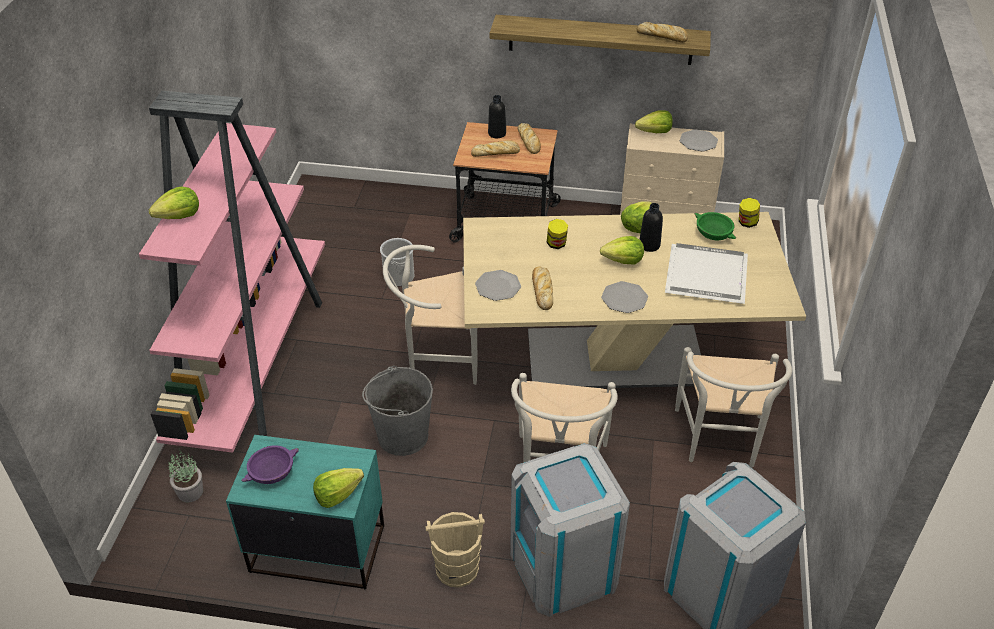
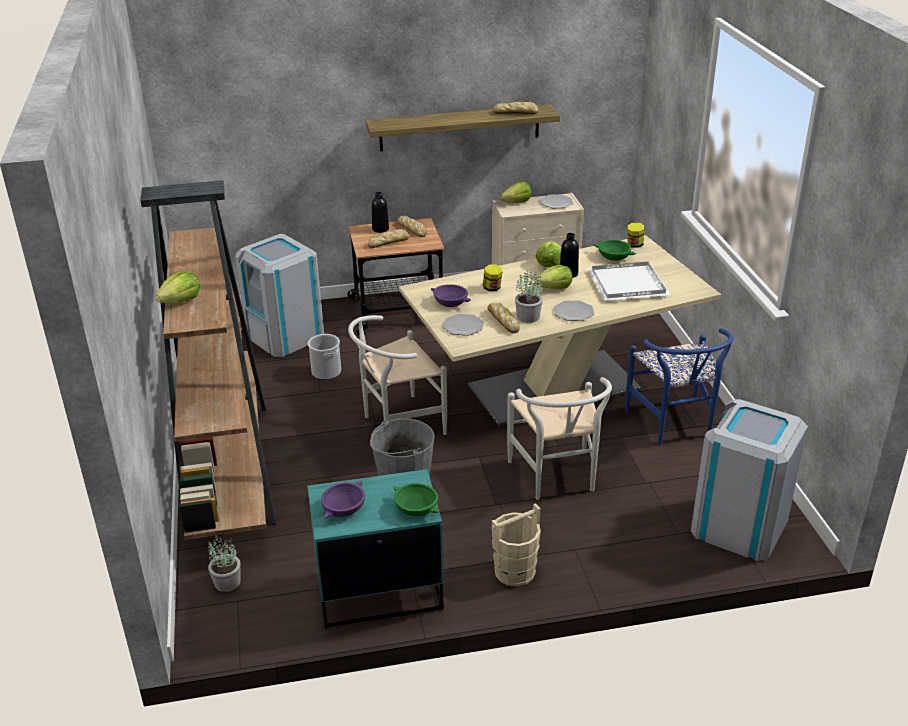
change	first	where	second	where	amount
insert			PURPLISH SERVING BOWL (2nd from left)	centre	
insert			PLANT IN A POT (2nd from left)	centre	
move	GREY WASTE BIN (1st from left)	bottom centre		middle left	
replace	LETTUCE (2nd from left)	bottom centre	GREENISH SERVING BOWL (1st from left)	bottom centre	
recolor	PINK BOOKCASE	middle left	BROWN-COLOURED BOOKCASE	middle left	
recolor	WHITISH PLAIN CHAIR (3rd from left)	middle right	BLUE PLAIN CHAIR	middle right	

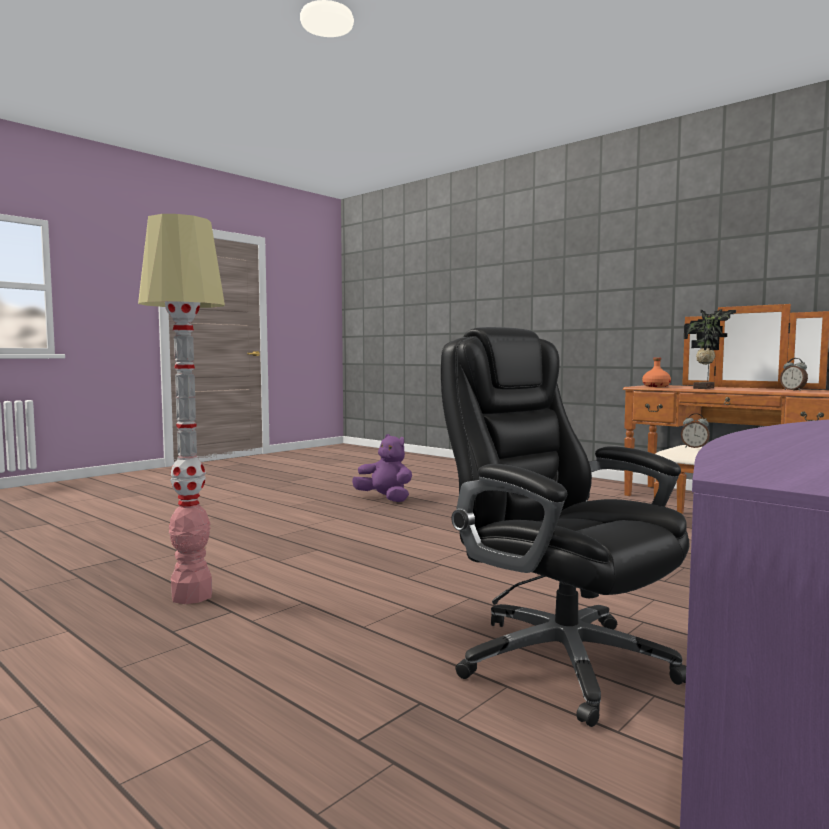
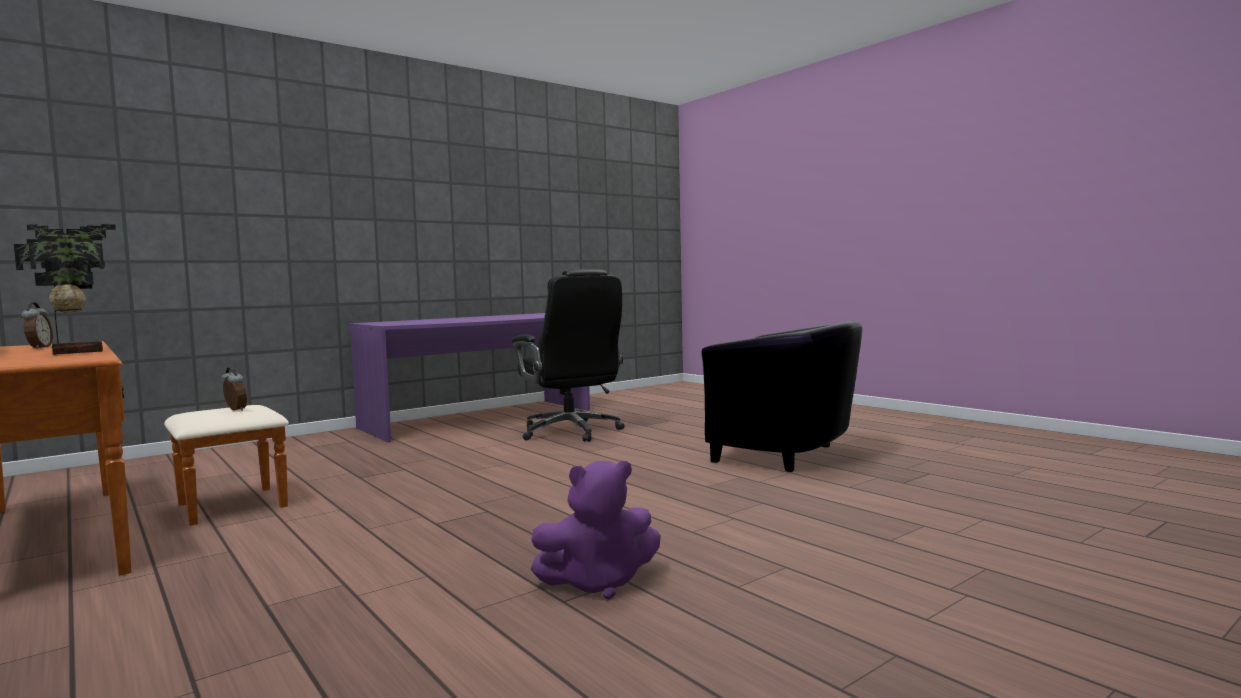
change	first	where	second	where	amount
delete	ORANGEY BEVERAGE BOTTLE	middle right			
replace	FLOOR LAMP	middle left	BLACK ARMCHAIR	centre	
rotate	PURPLISH SOFT TOY	centre		bottom centre	60 degrees counterclockwise

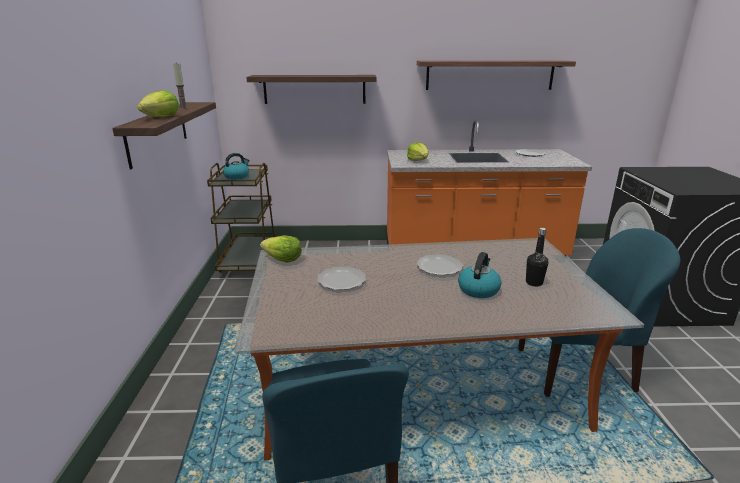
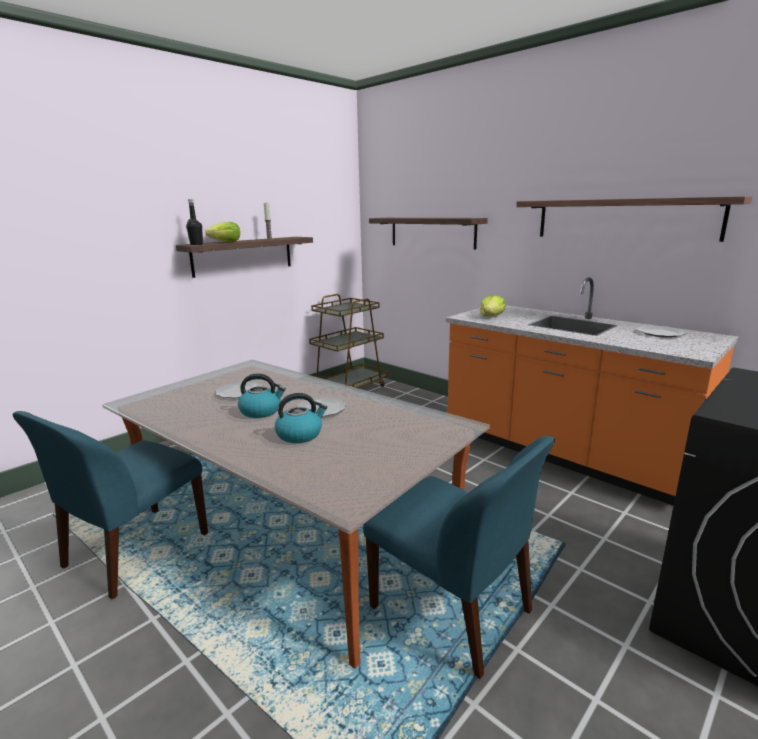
change	first	where	second	where	amount
delete	LETTUCE (2nd from left)	centre			
move	KETTLE (1st from left)	middle left		centre	
move	BLACK BEVERAGE BOTTLE	middle right		top left	

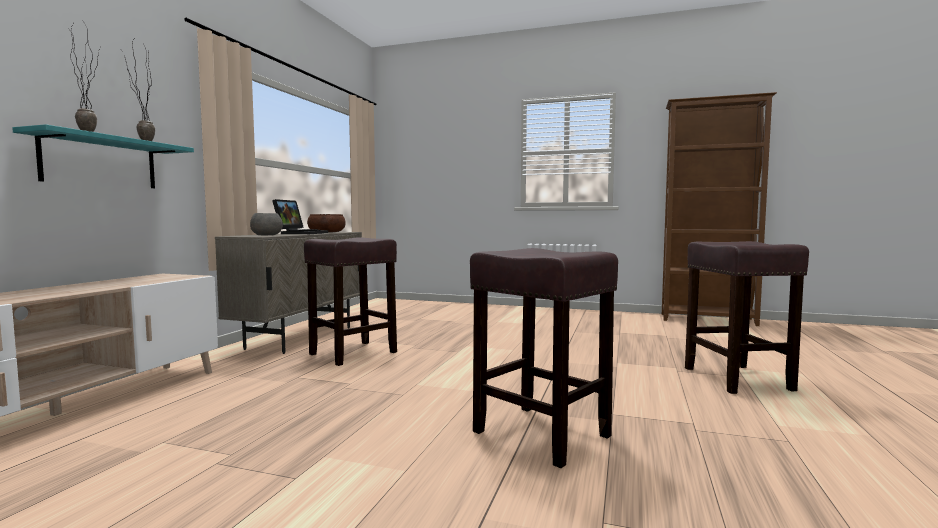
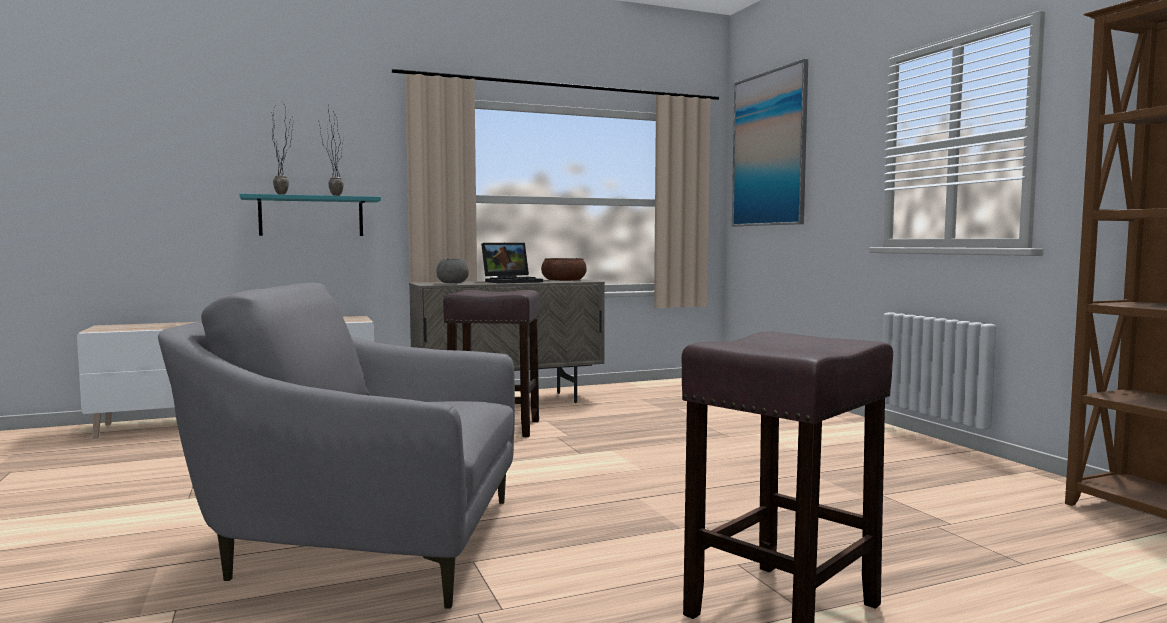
change	first	where	second	where	amount
insert			WALL PICTURE	top centre	
replace	BROWN-COLOURED SITTING STOOL (2nd from left)	bottom centre	GREY ARMCHAIR	bottom left	

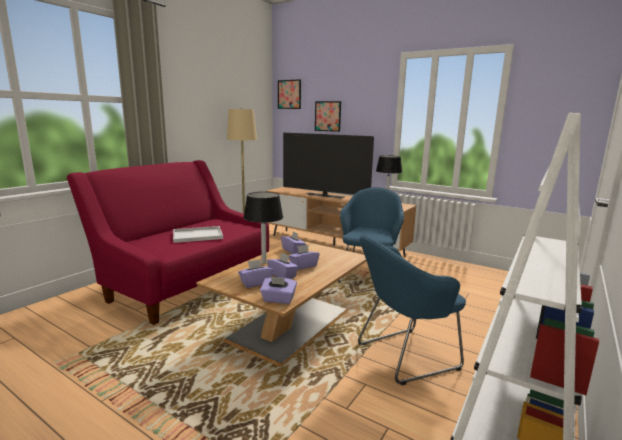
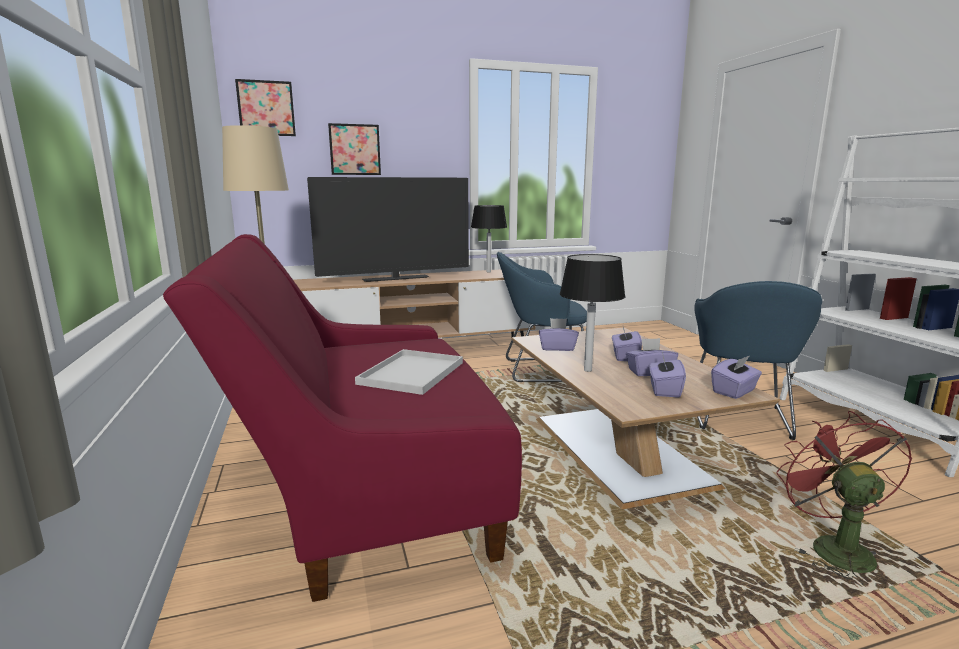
change	first	where	second	where	amount
insert			RED-COLOURED COOLING FAN	bottom right	
rotate	BLUE ARMCHAIR (1st from left)	centre		centre	60 degrees counterclockwise

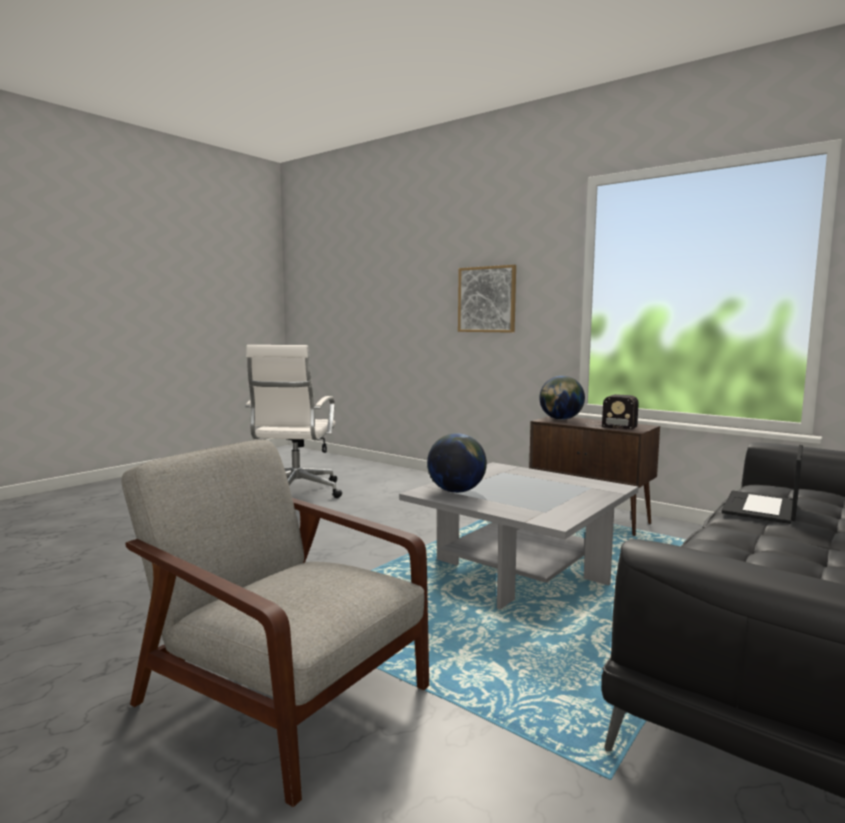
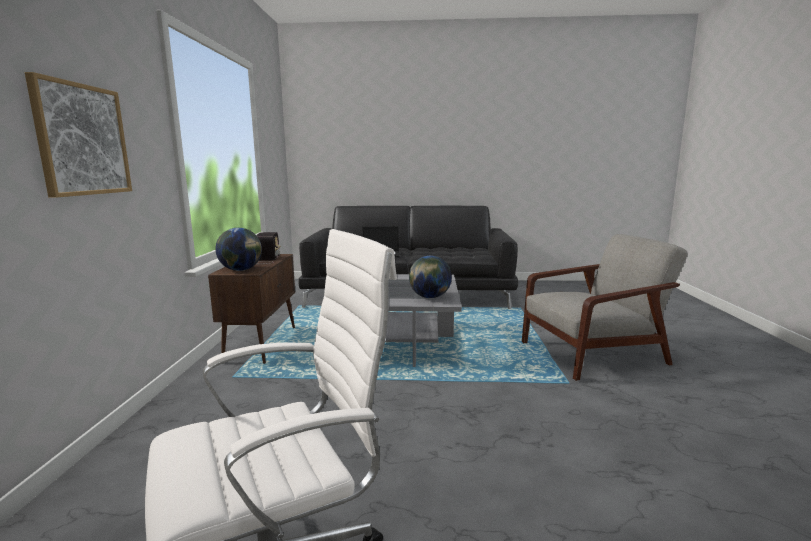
change	first	where	second	where	amount
rotate	GREY ARMCHAIR	bottom left		middle right	105 degrees counterclockwise

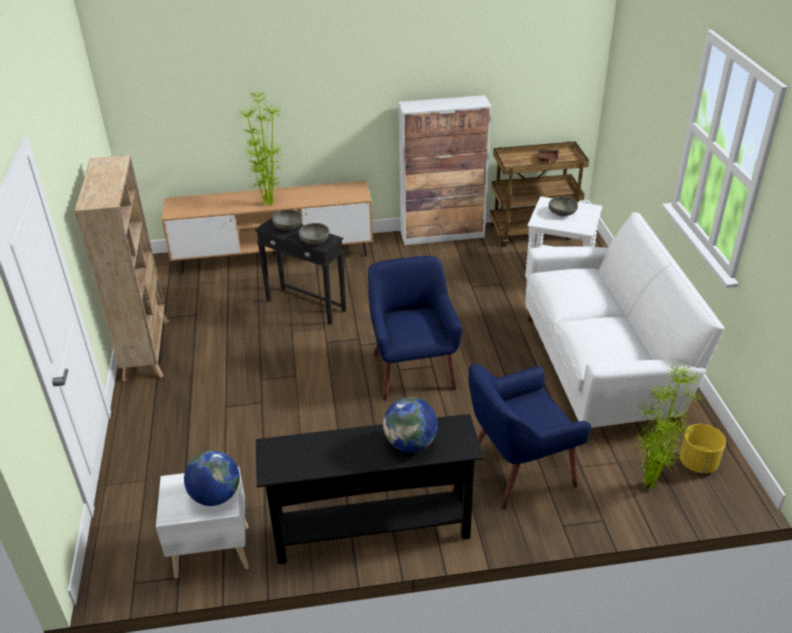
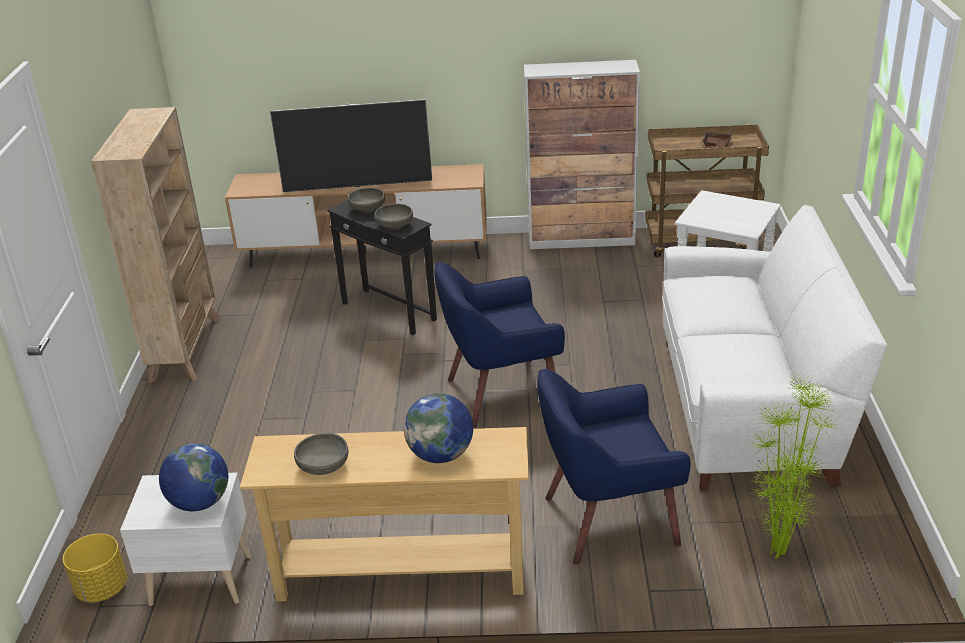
change	first	where	second	where	amount
move	GREY SERVING BOWL (3rd from left in the first image)	top right	GREY SERVING BOWL (1st from left)	bottom left	
move	YELLOW-COLOURED PLANT POT	bottom right		bottom left	
replace	PLANT IN A POT (1st from left)	top left	TV	top centre	
recolor	BLACK HALL TABLE	bottom centre	BEIGE-COLOURED HALL TABLE	bottom centre	
rotate	BLUE ARMCHAIR (1st from left)	centre		centre	105 degrees counterclockwise

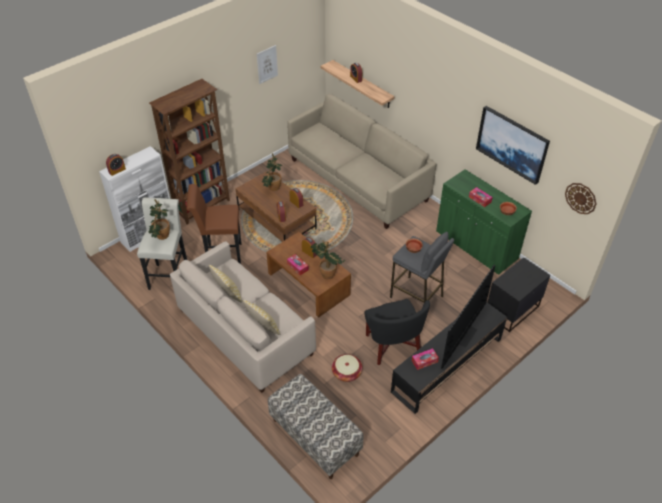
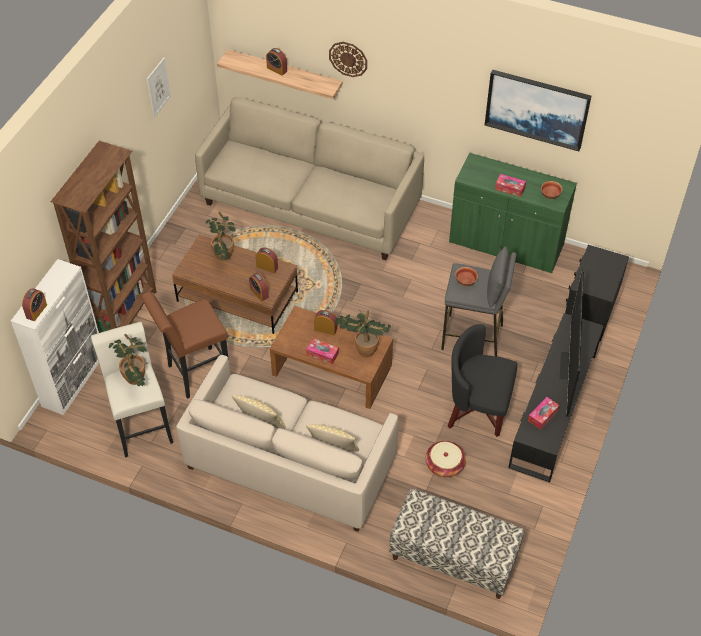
change	first	where	second	where	amount
move	WALL CLOCK	middle right		top centre	
rotate	BLACK ARMCHAIR	centre		middle right	150 degrees clockwise

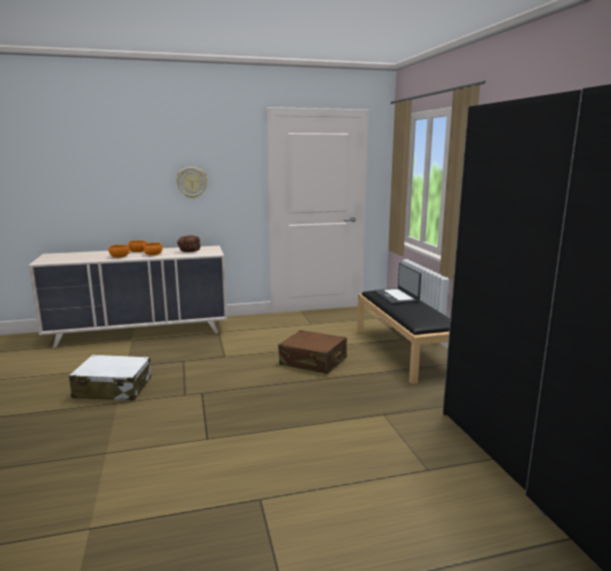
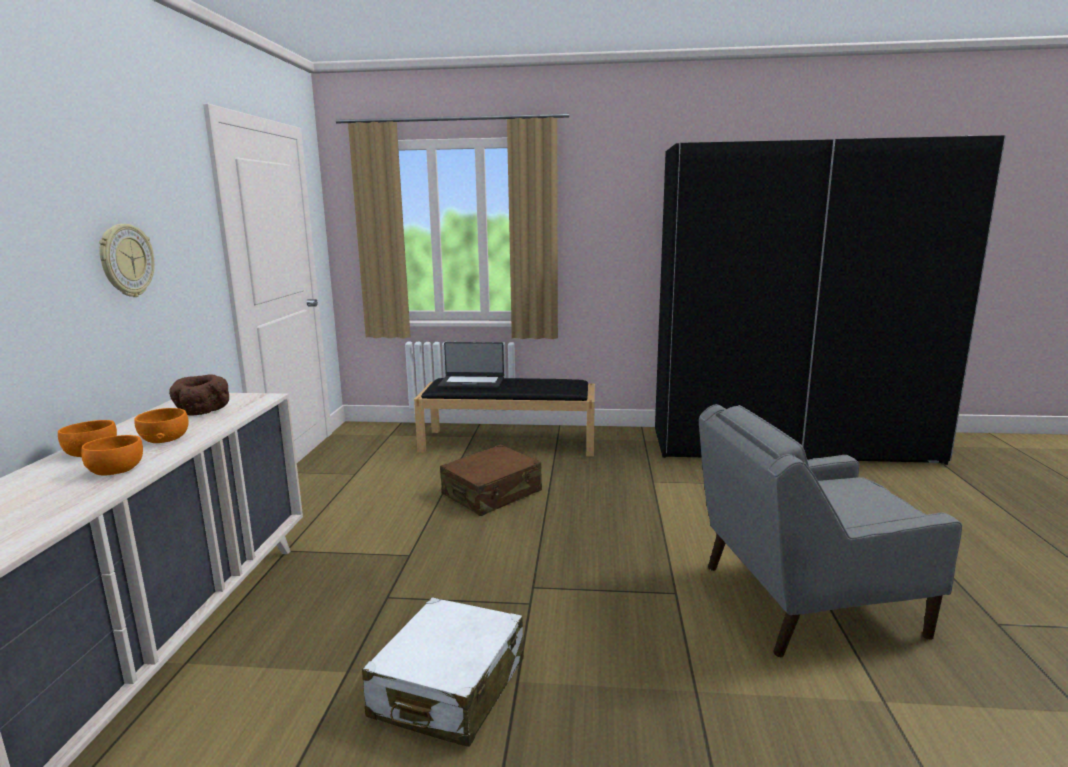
change	first	where	second	where	amount
insert			GREY ARMCHAIR	bottom right	

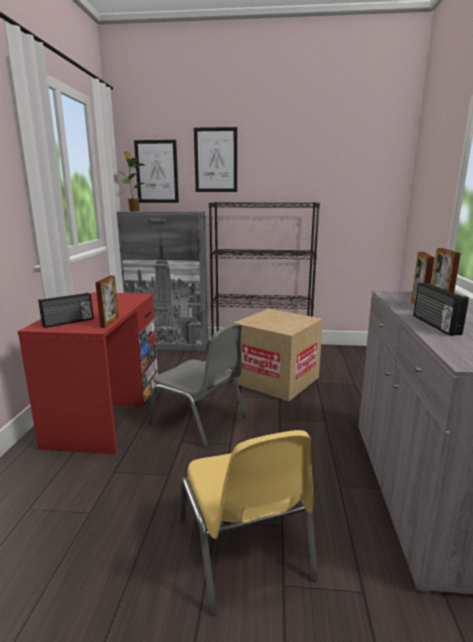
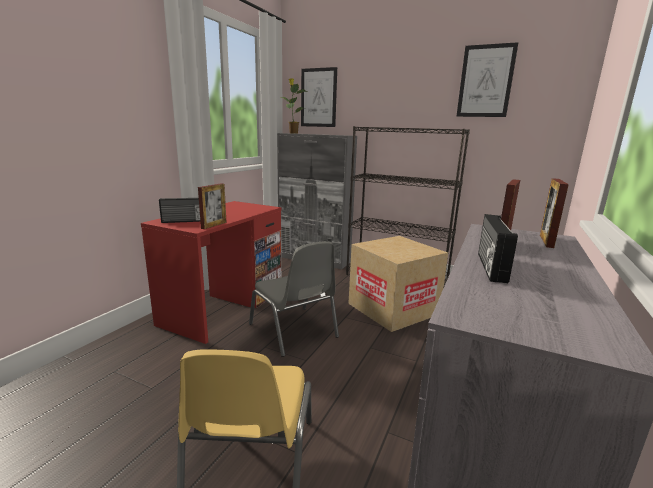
change	first	where	second	where	amount
move	WALL PICTURE (2nd from left)	top centre		top right	

